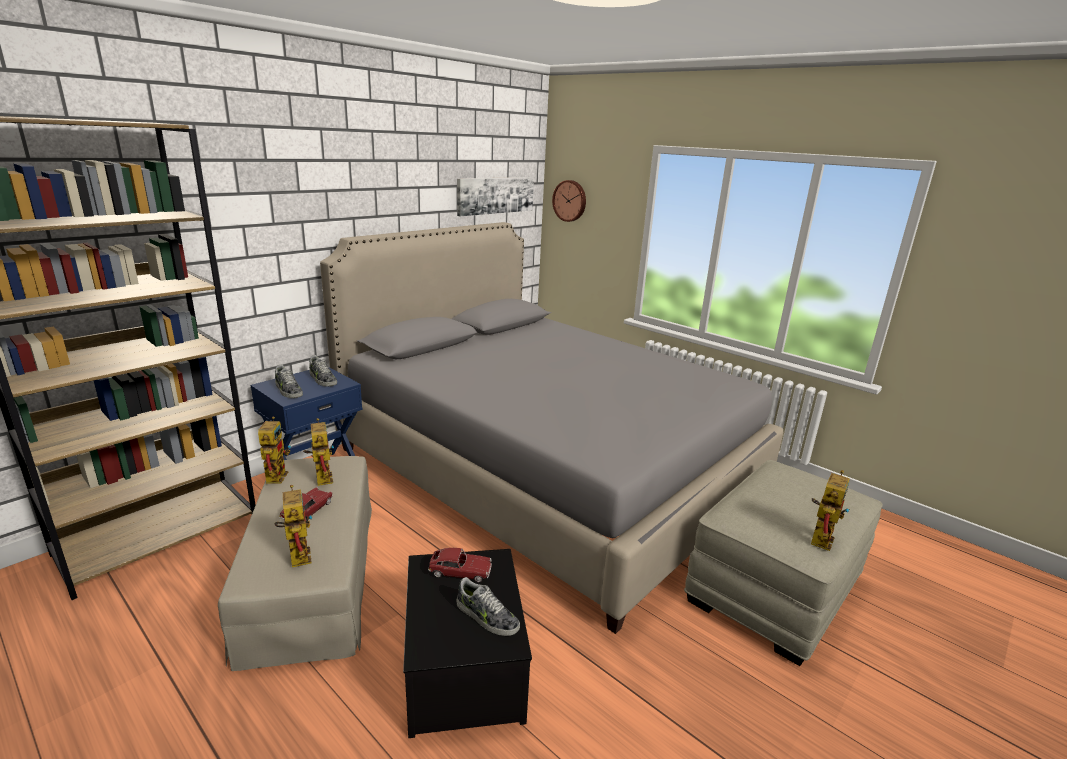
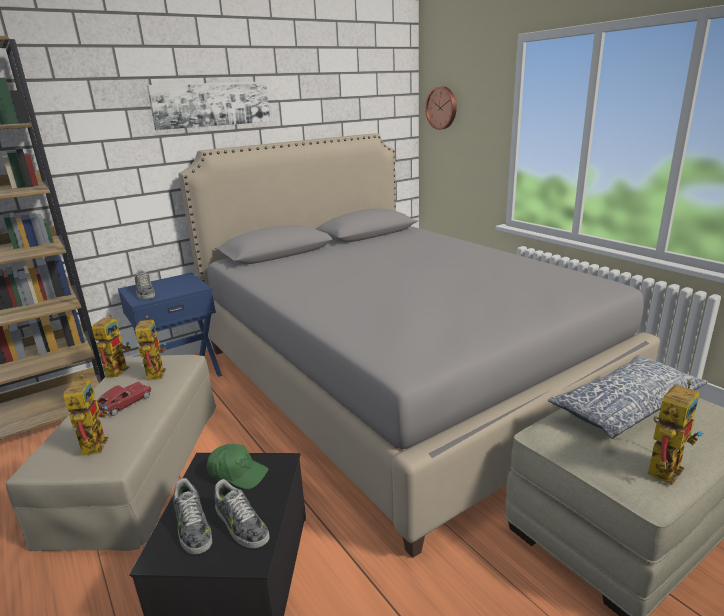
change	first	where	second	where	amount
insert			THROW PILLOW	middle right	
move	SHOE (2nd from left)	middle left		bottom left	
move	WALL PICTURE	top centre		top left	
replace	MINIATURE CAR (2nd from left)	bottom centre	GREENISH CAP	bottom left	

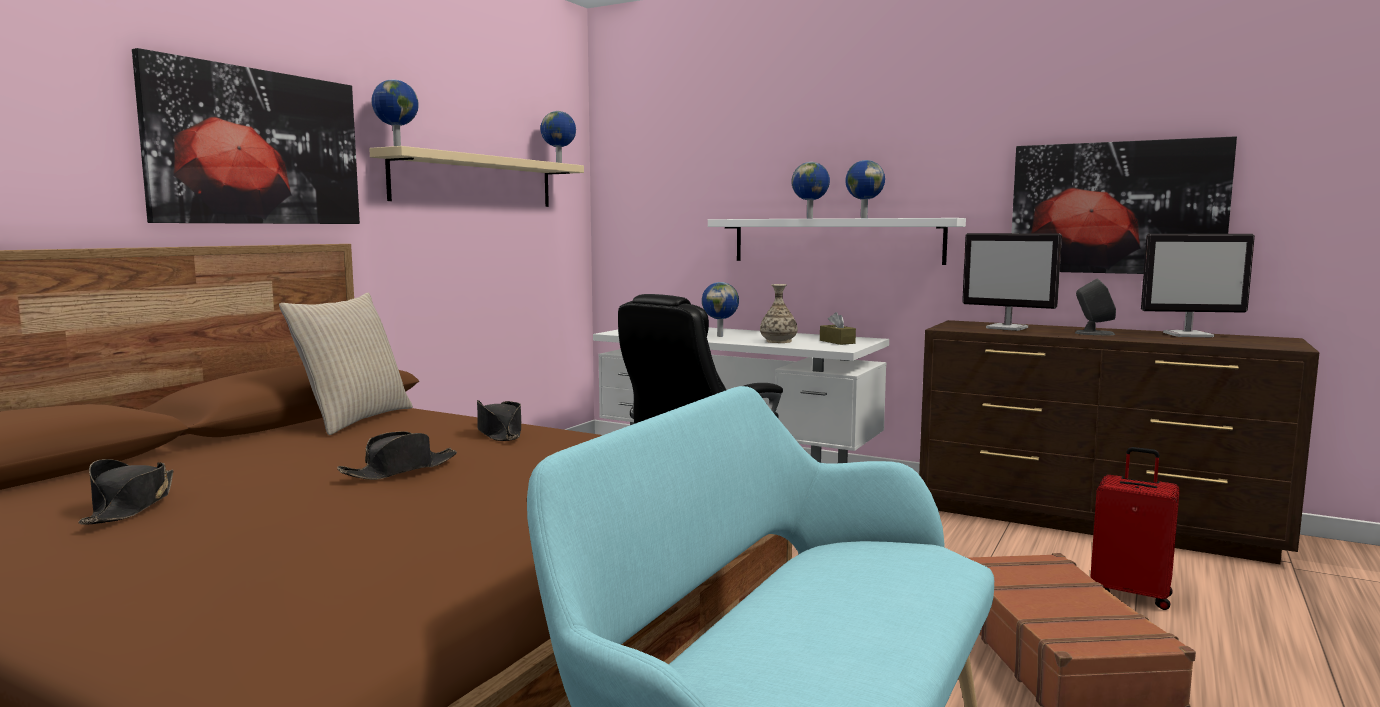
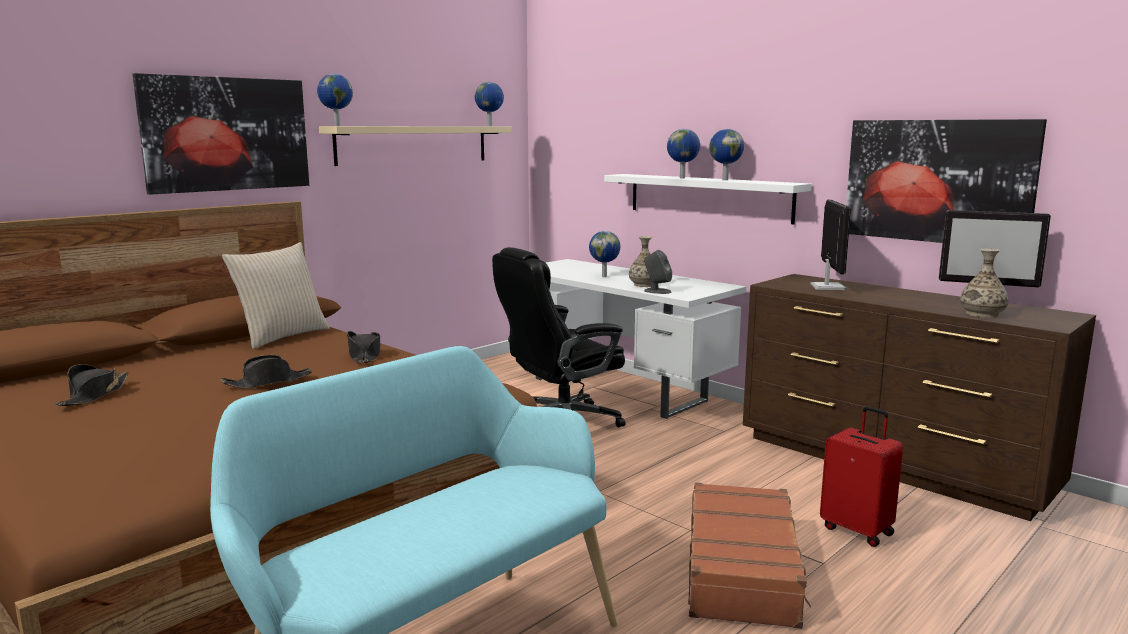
change	first	where	second	where	amount
delete	BROWN-COLOURED TISSUE BOX	centre			
insert			DECORATIVE VASE (2nd from left)	middle right	
move	GREY SPEAKER	middle right		centre	
rotate	COMPUTER DISPLAY (1st from left)	middle right		middle right	135 degrees counterclockwise

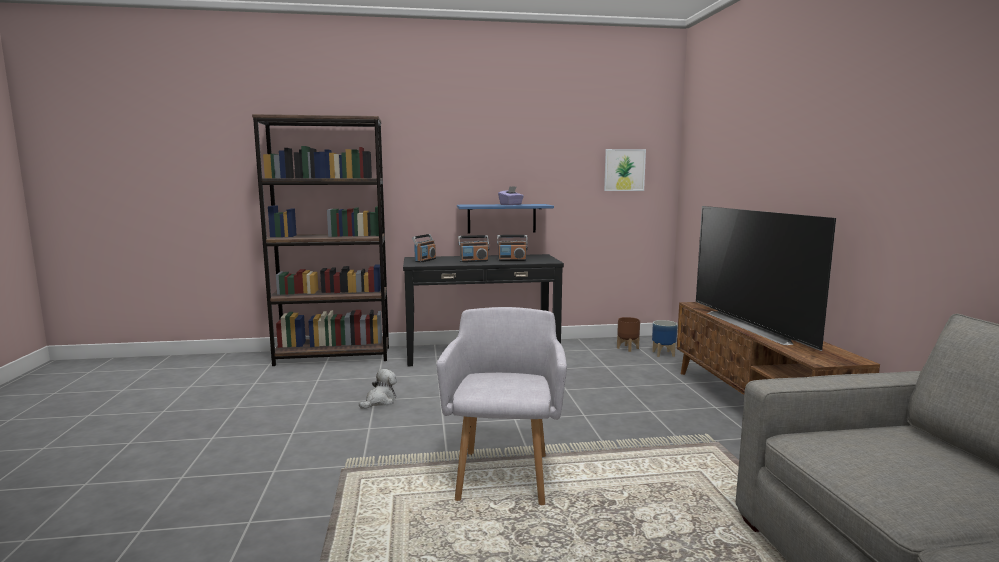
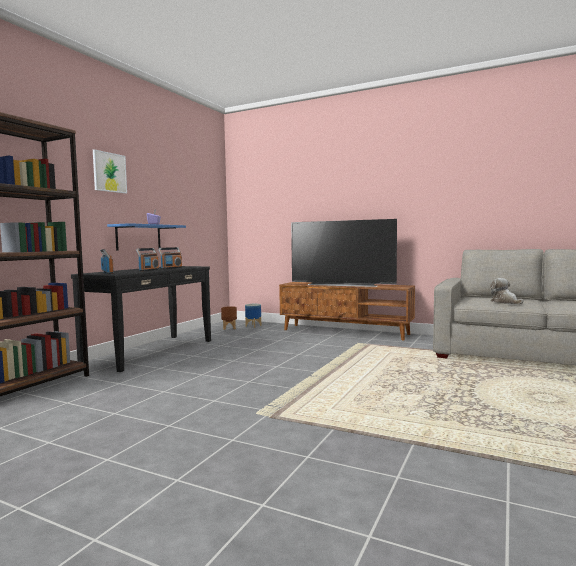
change	first	where	second	where	amount
delete	GREY ARMCHAIR	bottom centre			
move	SOFT TOY	bottom centre		middle right	
move	WALL PICTURE	top centre		top left	

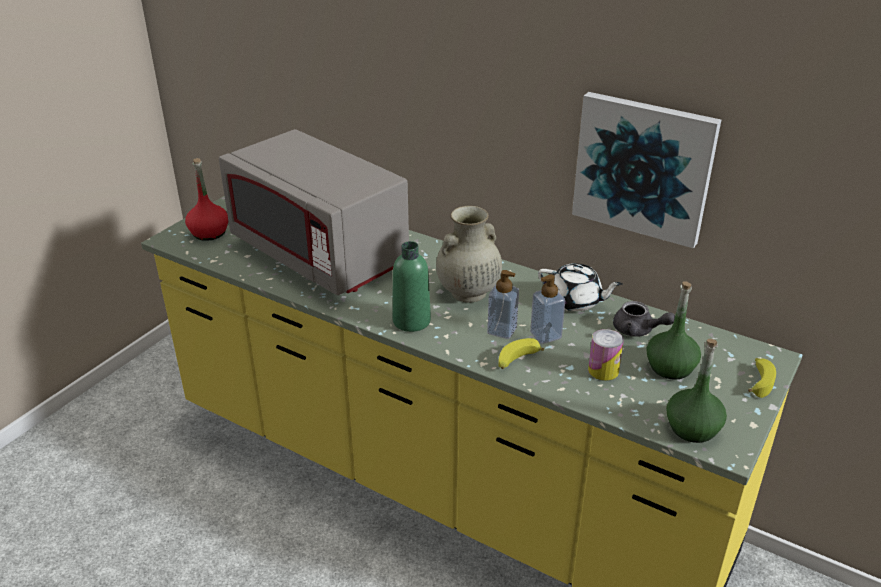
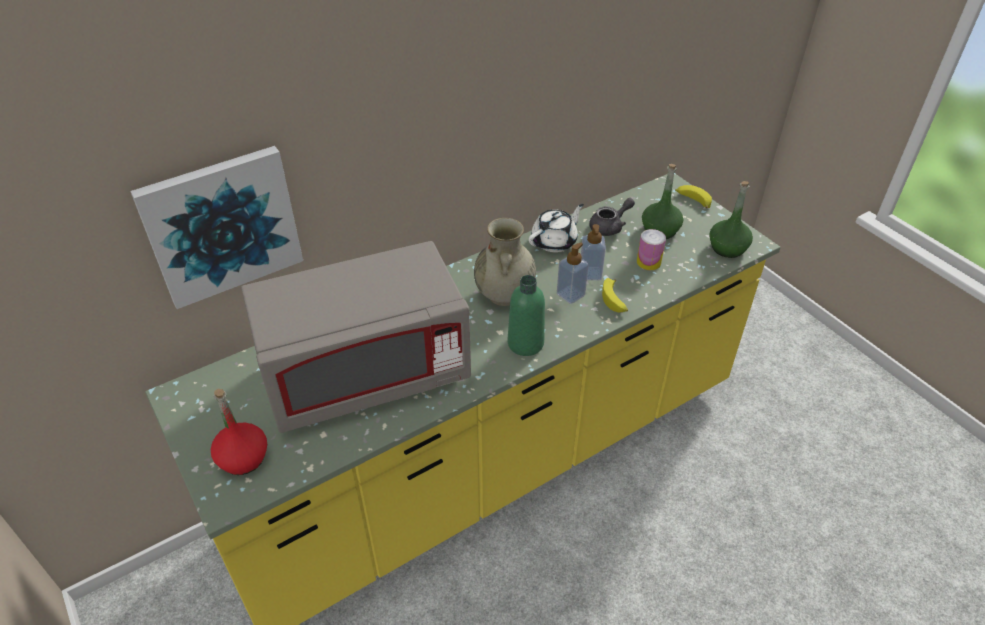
change	first	where	second	where	amount
move	WALL PICTURE	top right		middle left	

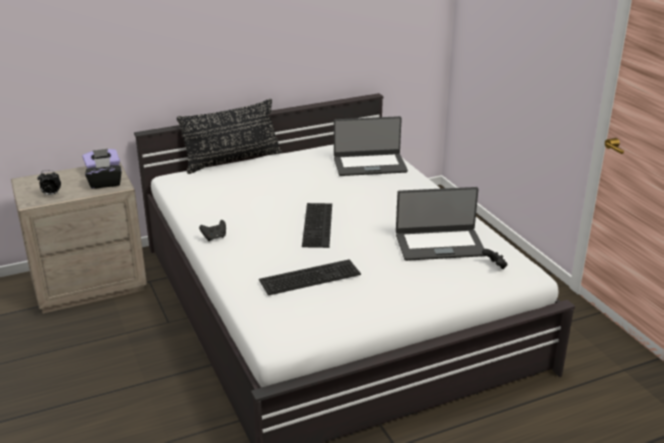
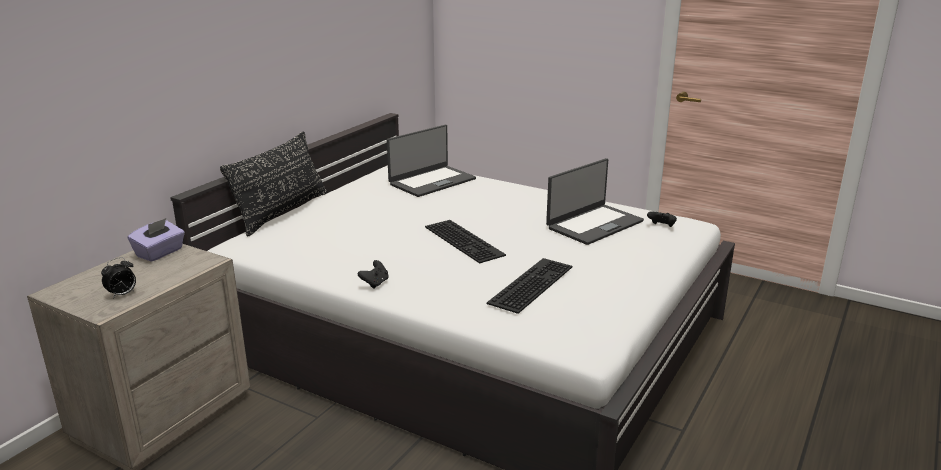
change	first	where	second	where	amount
delete	BLACK TISSUE BOX	middle left			

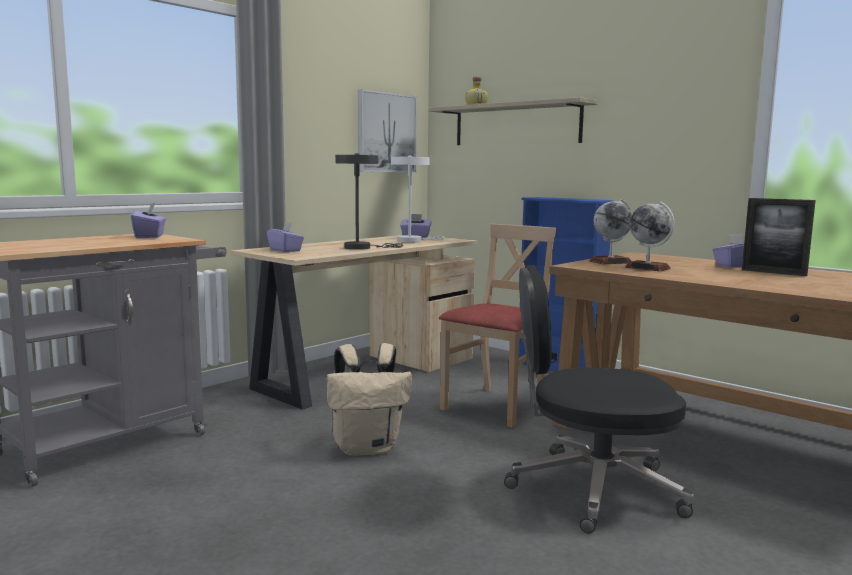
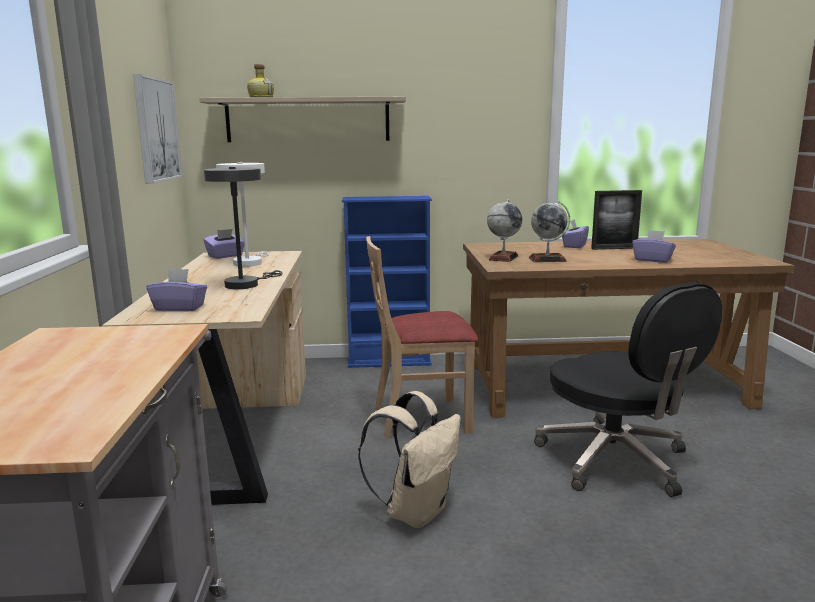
change	first	where	second	where	amount
move	PURPLISH TISSUE BOX (1st from left in the first image)	middle left	PURPLISH TISSUE BOX (4th from left)	middle right	
rotate	BEIGE-COLOURED PLAIN CHAIR	centre		centre	90 degrees counterclockwise
rotate	BLACK DESK CHAIR	bottom right		middle right	75 degrees counterclockwise

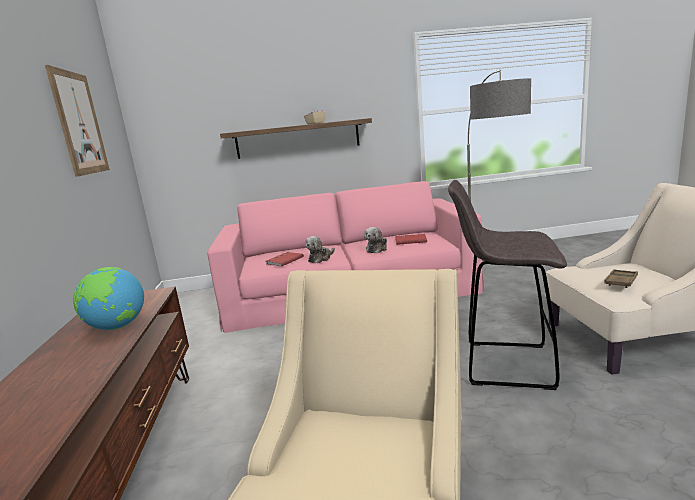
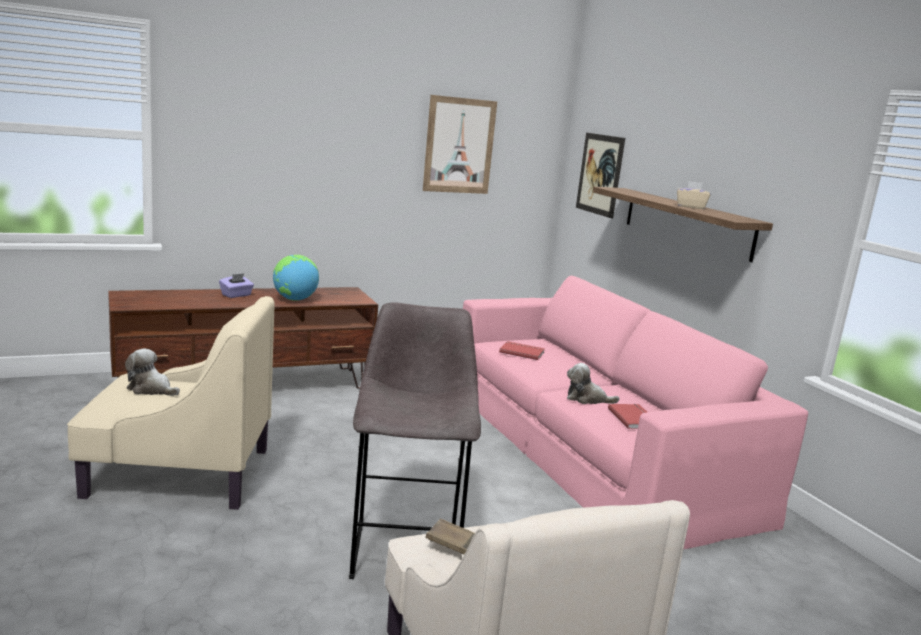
change	first	where	second	where	amount
delete	FLOOR LAMP	middle right			
insert			PURPLISH TISSUE BOX	middle left	
insert			WALL PICTURE (2nd from left)	top centre	
move	SOFT TOY (1st from left)	centre		middle left	

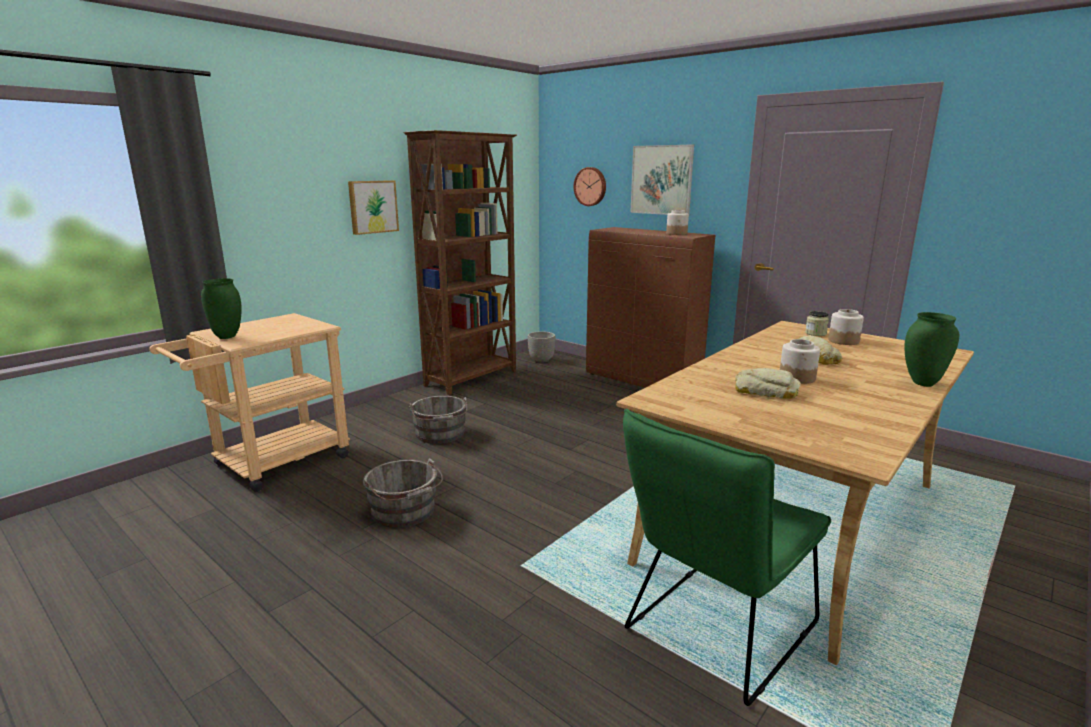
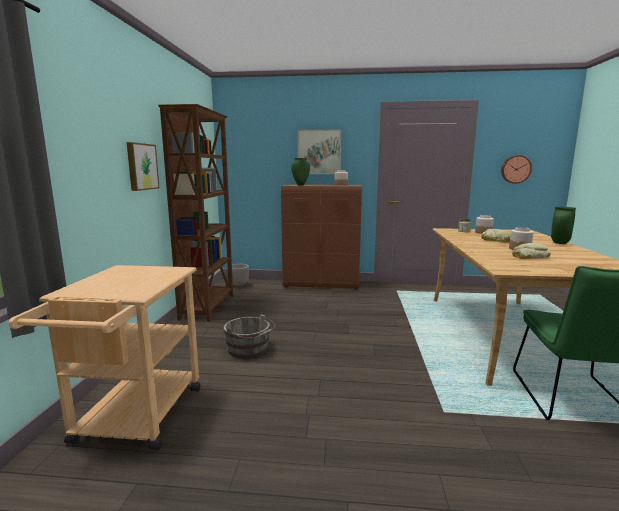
change	first	where	second	where	amount
delete	GREY BUCKET (1st from left)	bottom centre			
move	GREENISH DECORATIVE VASE (1st from left)	middle left		centre	
move	WALL CLOCK	top centre		top right	

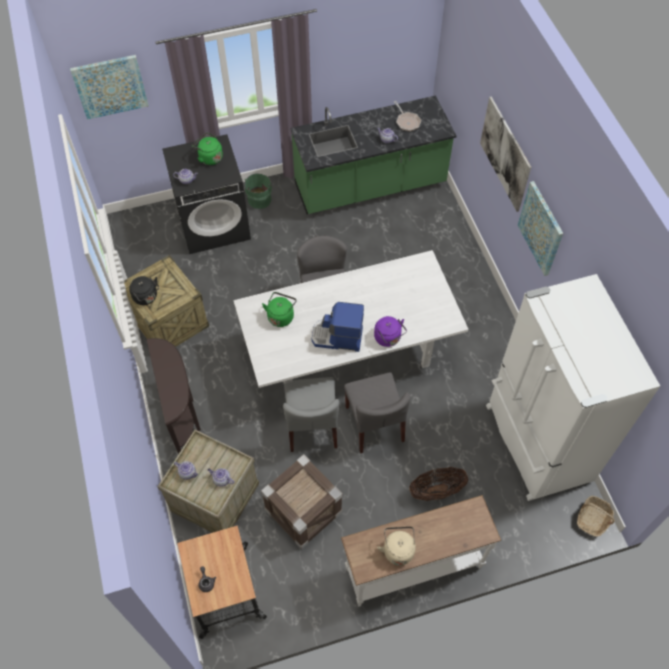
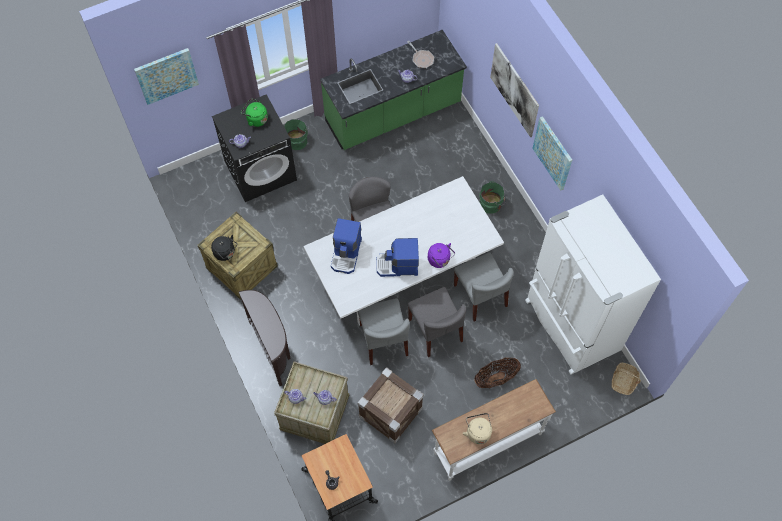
change	first	where	second	where	amount
insert			GREY PLAIN CHAIR (4th from left)	centre	
insert			GREENISH BUCKET (2nd from left)	centre	
replace	GREENISH KETTLE (2nd from left)	centre	COFFEE BREWER (1st from left)	centre	

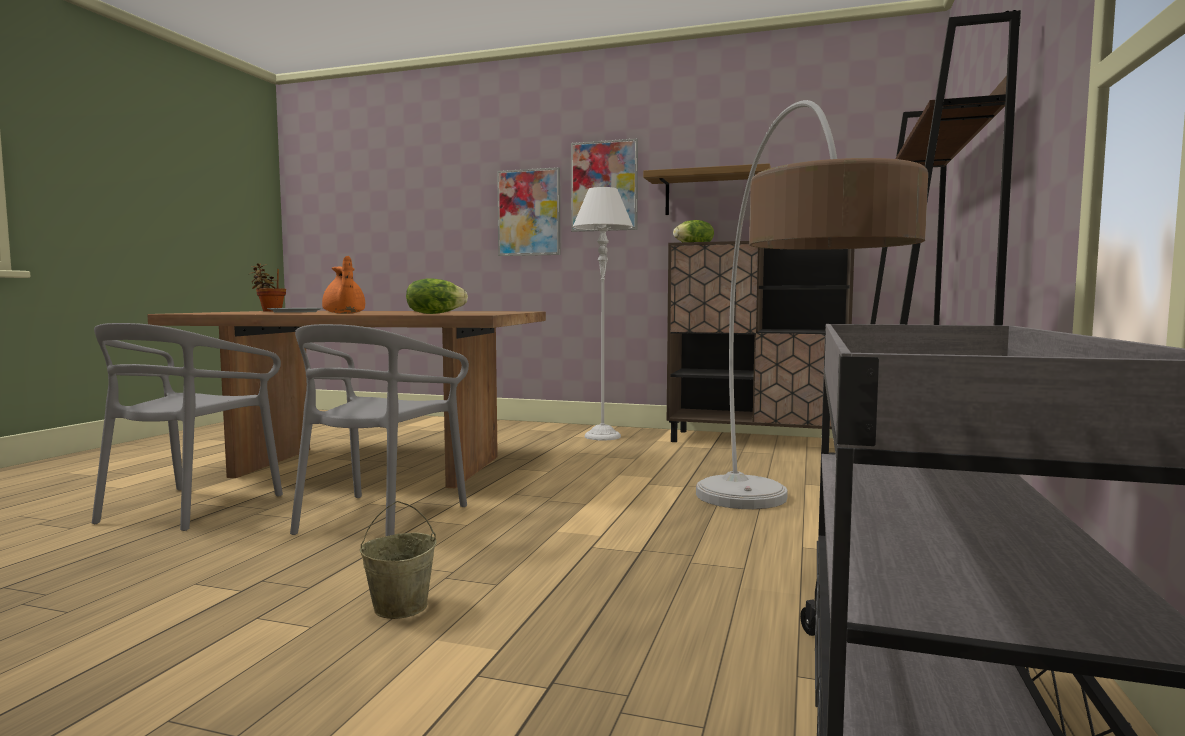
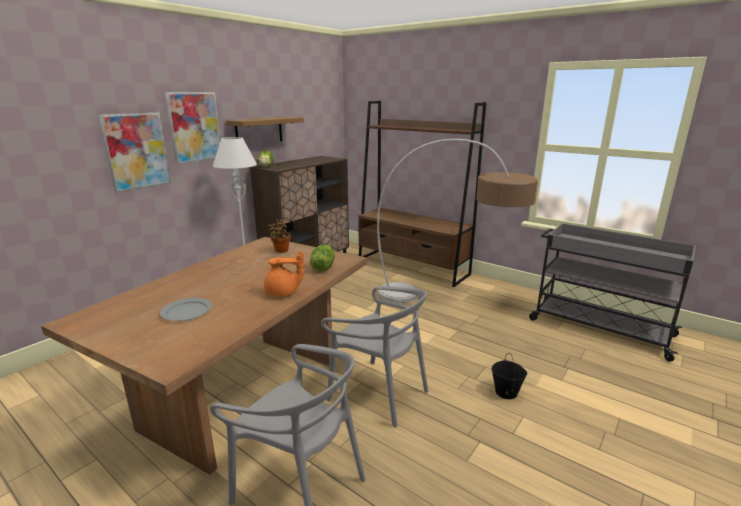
change	first	where	second	where	amount
move	PLANT IN A POT	middle left		centre	
recolor	BEIGE-COLOURED BUCKET	bottom centre	BLACK BUCKET	bottom right	

